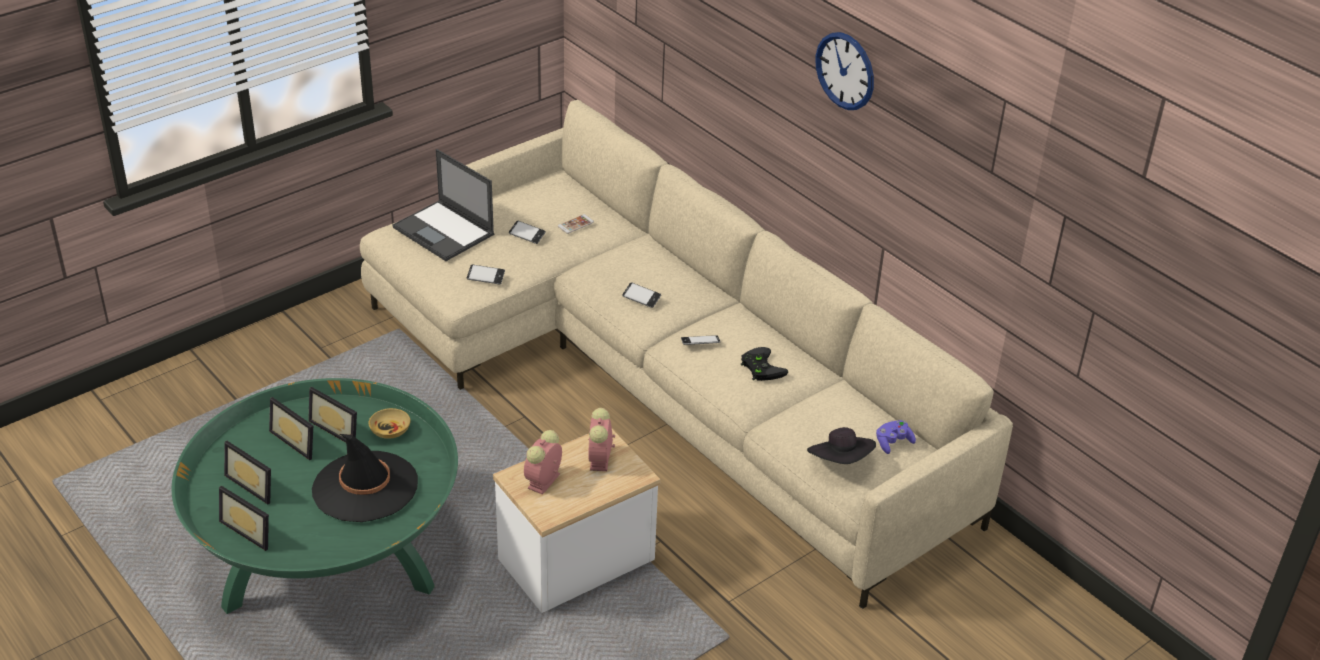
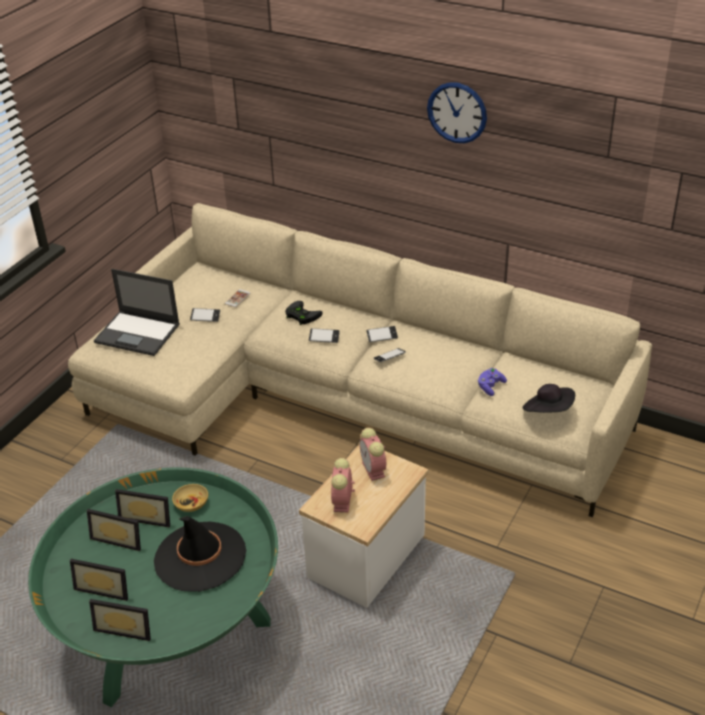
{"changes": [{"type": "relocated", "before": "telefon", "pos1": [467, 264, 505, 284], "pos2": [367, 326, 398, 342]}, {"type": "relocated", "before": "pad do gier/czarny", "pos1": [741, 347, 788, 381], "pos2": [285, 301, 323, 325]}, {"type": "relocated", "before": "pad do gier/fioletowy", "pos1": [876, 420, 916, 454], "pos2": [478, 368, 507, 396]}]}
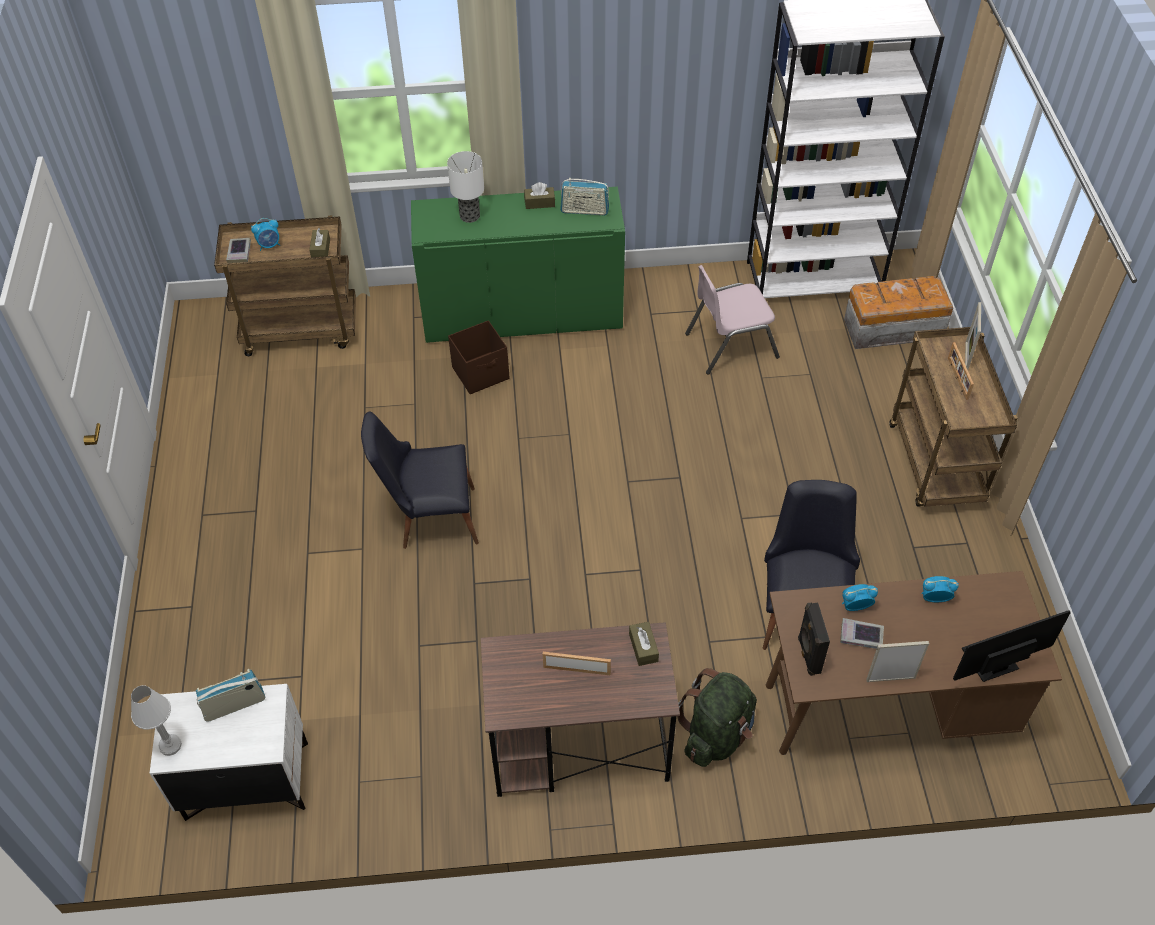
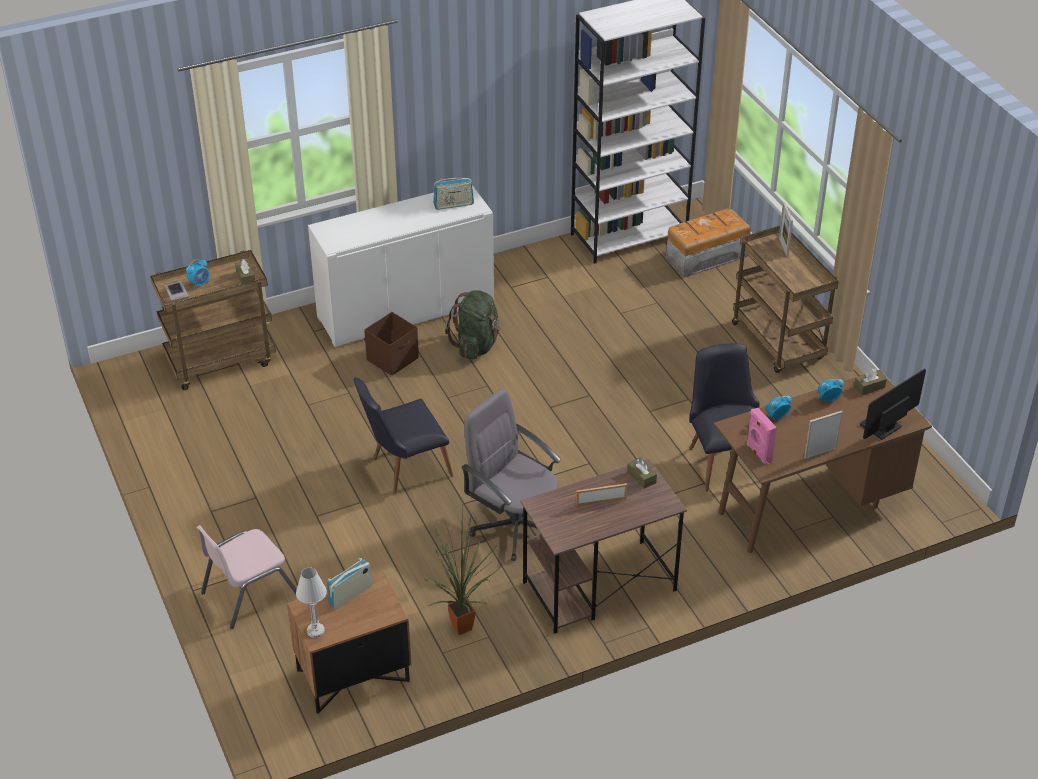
{"changes": [{"type": "missing", "before": "lampa stołowa", "pos1": [447, 151, 484, 223]}, {"type": "relocated", "before": "pudełko chusteczek/brązowy", "pos1": [524, 182, 555, 209], "pos2": [854, 369, 887, 395]}, {"type": "colour", "before": "szafka/zielony", "after": "szafka/biały", "pos1": [411, 187, 625, 343], "pos2": [308, 185, 494, 347]}, {"type": "relocated", "before": "krzesło/różowy", "pos1": [685, 265, 780, 374], "pos2": [197, 525, 297, 629]}, {"type": "missing", "before": "ramka na zdjęcie", "pos1": [948, 342, 974, 400]}, {"type": "colour", "before": "głośnik/czarny", "after": "głośnik/różowy", "pos1": [798, 602, 830, 676], "pos2": [747, 408, 777, 465]}, {"type": "missing", "before": "książka", "pos1": [840, 618, 884, 649]}, {"type": "relocated", "before": "plecak/zielony", "pos1": [677, 668, 757, 767], "pos2": [445, 290, 501, 359]}, {"type": "colour", "before": "szafka nocna/biały", "after": "szafka nocna/brązowy", "pos1": [150, 684, 308, 821], "pos2": [287, 572, 411, 714]}, {"type": "appeared", "after": "krzesło biurowe/szary", "pos2": [461, 389, 561, 561]}, {"type": "appeared", "after": "roślina doniczkowa", "pos2": [424, 503, 502, 635]}]}
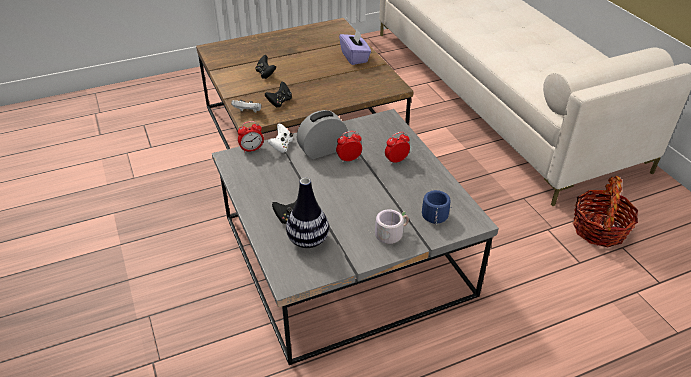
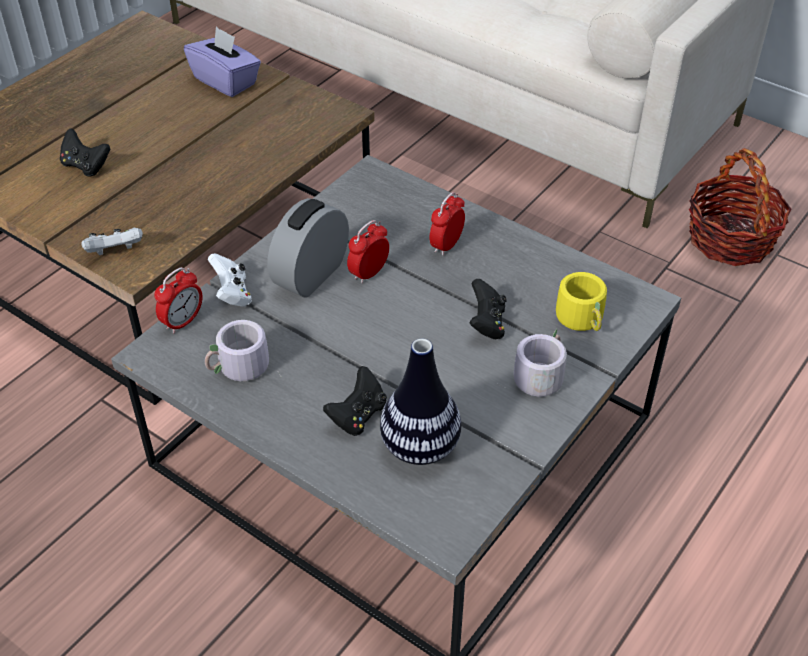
{"changes": [{"type": "relocated", "before": "pad do gier/czarny", "pos1": [265, 82, 292, 107], "pos2": [470, 279, 506, 339]}, {"type": "colour", "before": "kubek/niebieski", "after": "kubek/żółty", "pos1": [422, 190, 450, 225], "pos2": [556, 272, 607, 331]}, {"type": "appeared", "after": "kubek/szary", "pos2": [205, 320, 282, 381]}]}
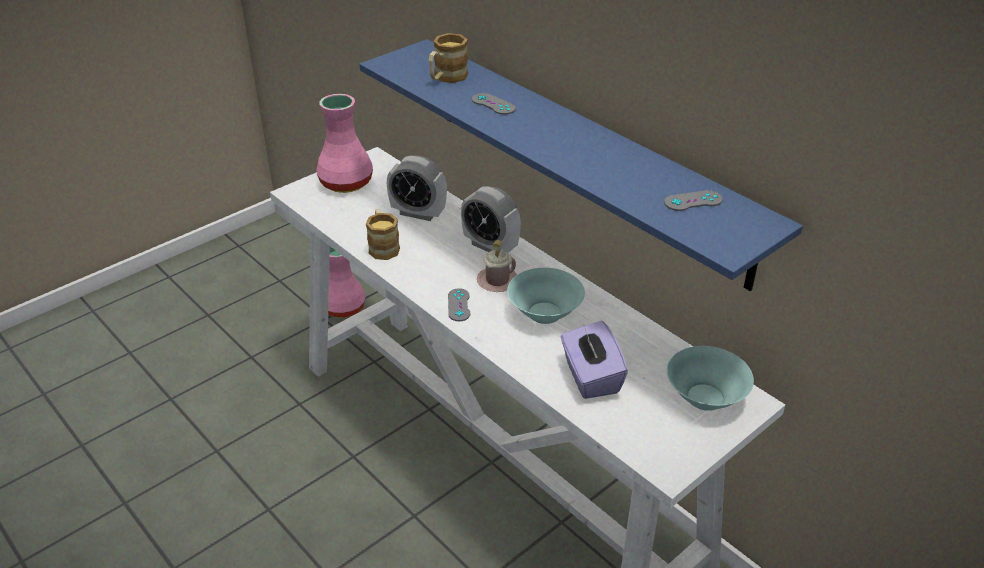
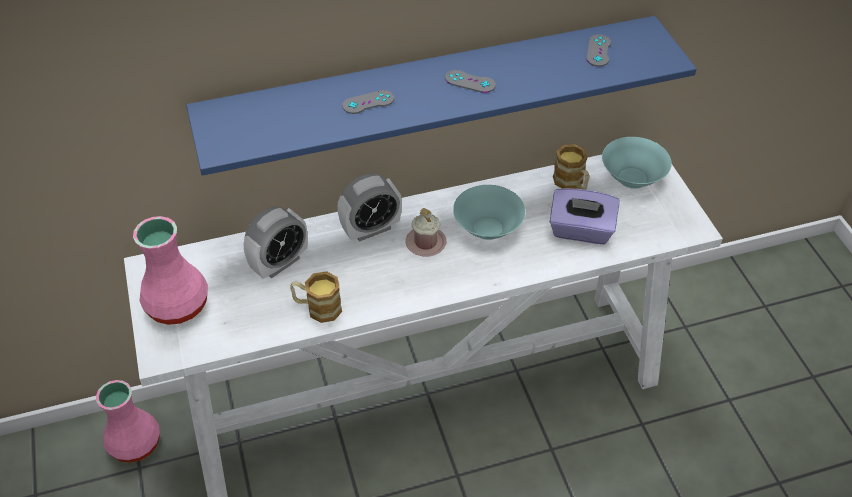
{"changes": [{"type": "relocated", "before": "kubek", "pos1": [429, 33, 468, 83], "pos2": [553, 144, 589, 190]}, {"type": "relocated", "before": "pad do gier/szary", "pos1": [448, 288, 471, 321], "pos2": [445, 70, 496, 93]}]}
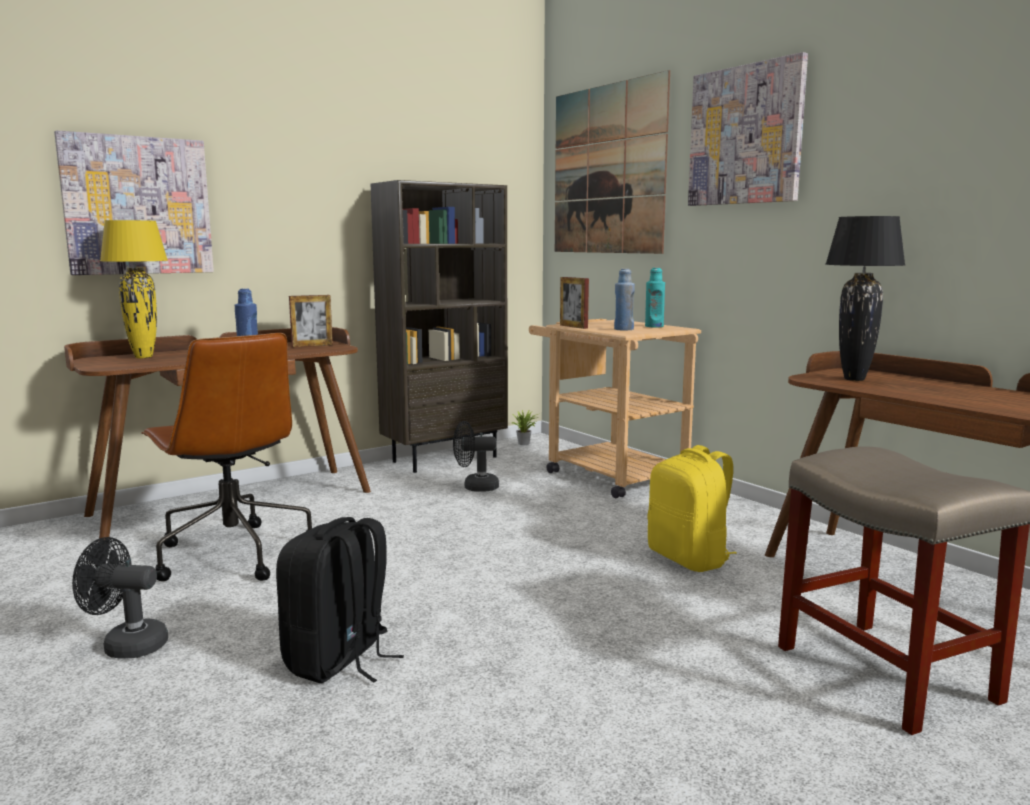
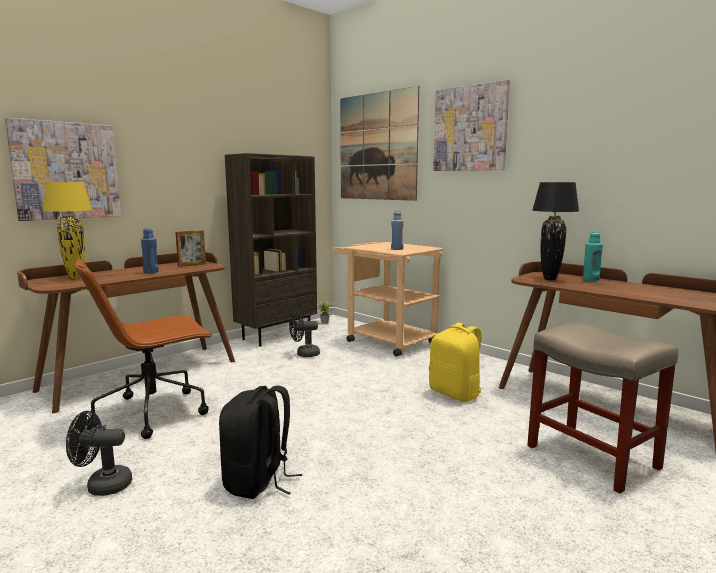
{"changes": [{"type": "relocated", "before": "butelka/turkusowy", "pos1": [645, 268, 665, 328], "pos2": [583, 232, 603, 281]}, {"type": "missing", "before": "ramka na zdjęcie", "pos1": [560, 277, 589, 329]}, {"type": "spun", "before": "krzesło biurowe/brązowy", "pos1": [141, 333, 312, 581], "pos2": [75, 260, 213, 439], "turn": 105}]}
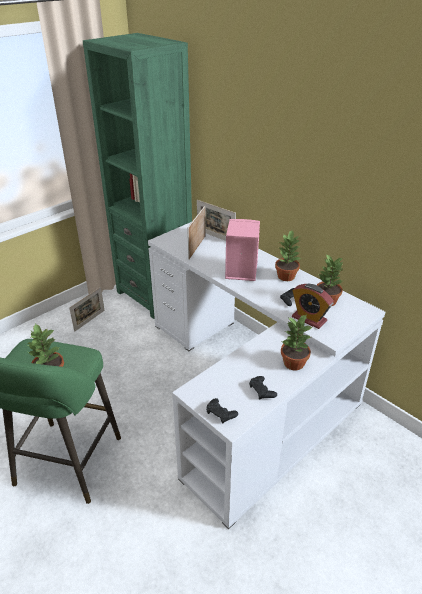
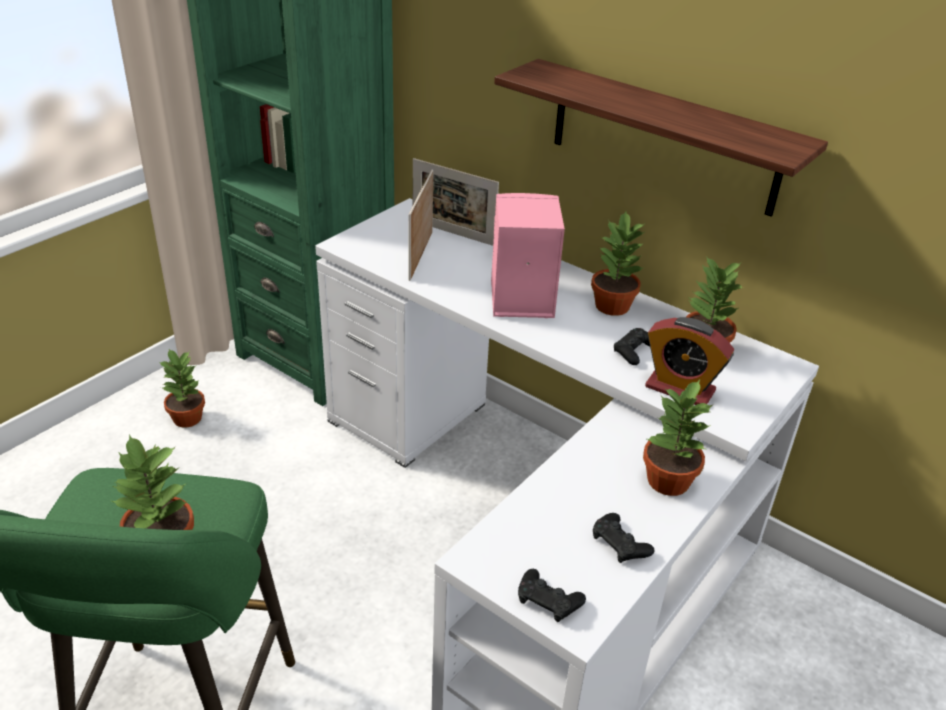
{"changes": [{"type": "exchanged", "before": "ramka na zdjęcie", "after": "roślina doniczkowa", "pos1": [69, 287, 105, 332], "pos2": [158, 349, 205, 428]}, {"type": "appeared", "after": "półka", "pos2": [494, 59, 828, 217]}]}
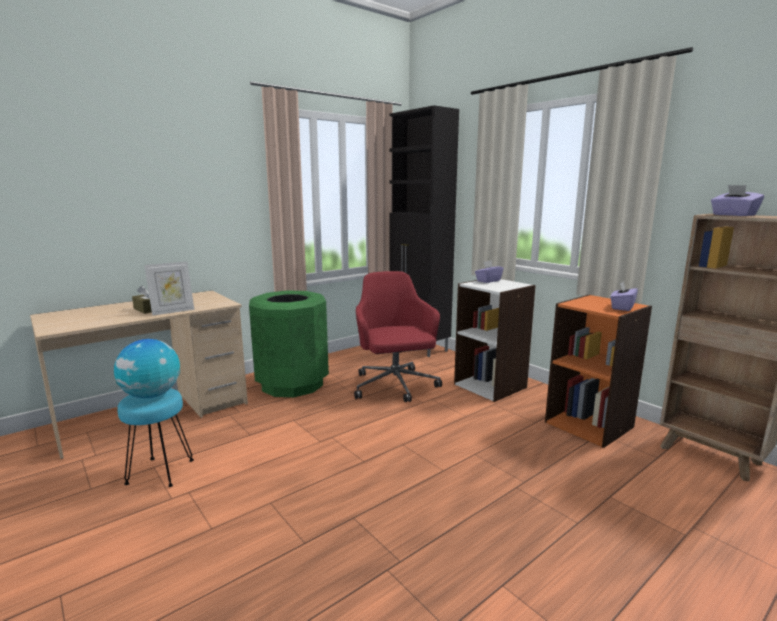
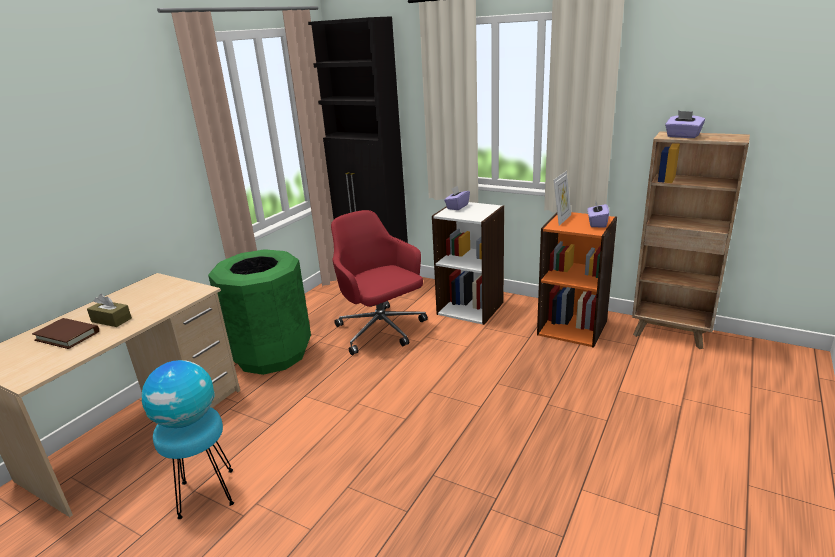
{"changes": [{"type": "relocated", "before": "ramka na zdjęcie", "pos1": [144, 261, 194, 316], "pos2": [554, 171, 571, 226]}, {"type": "appeared", "after": "książka/brązowy", "pos2": [32, 318, 99, 349]}]}
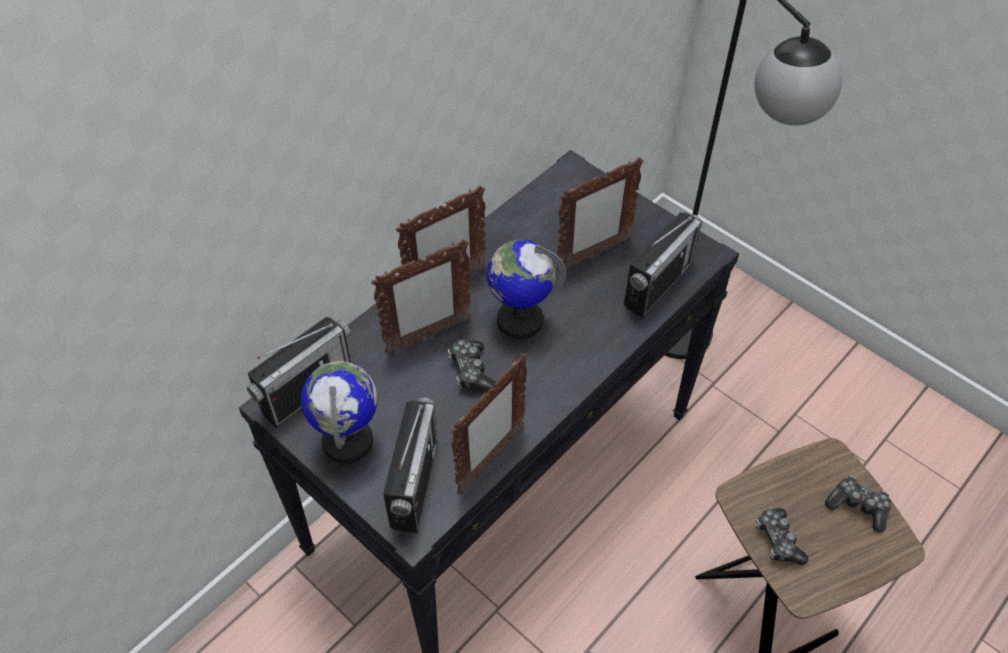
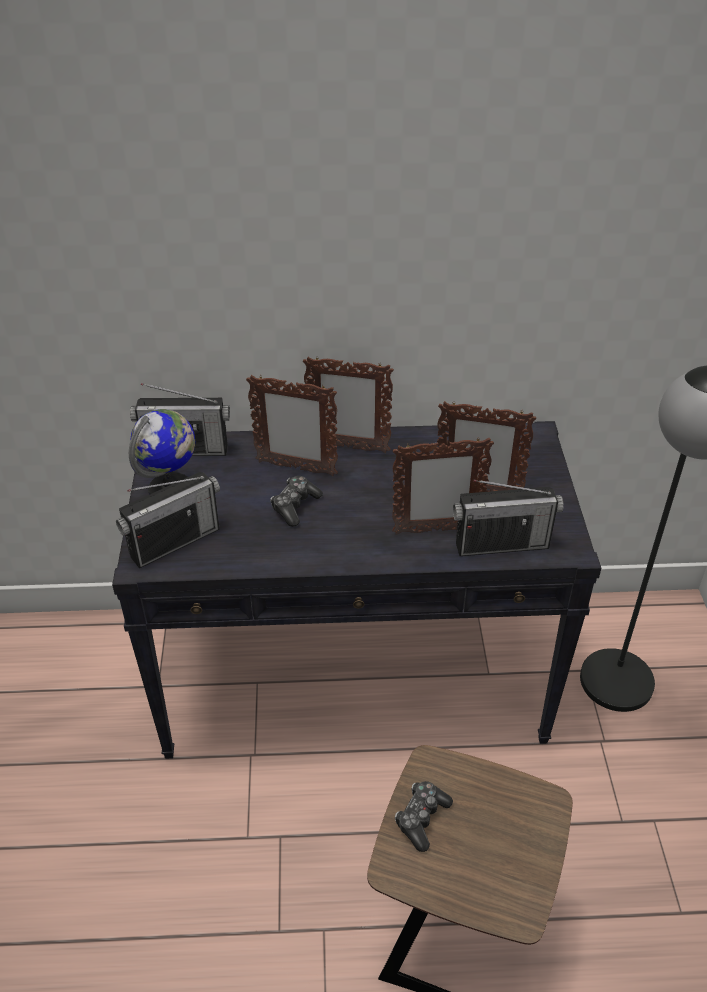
{"changes": [{"type": "missing", "before": "globus", "pos1": [487, 240, 566, 339]}, {"type": "relocated", "before": "ramka na zdjęcie", "pos1": [450, 353, 528, 495], "pos2": [392, 438, 494, 535]}, {"type": "missing", "before": "pad do gier", "pos1": [825, 476, 891, 533]}]}
